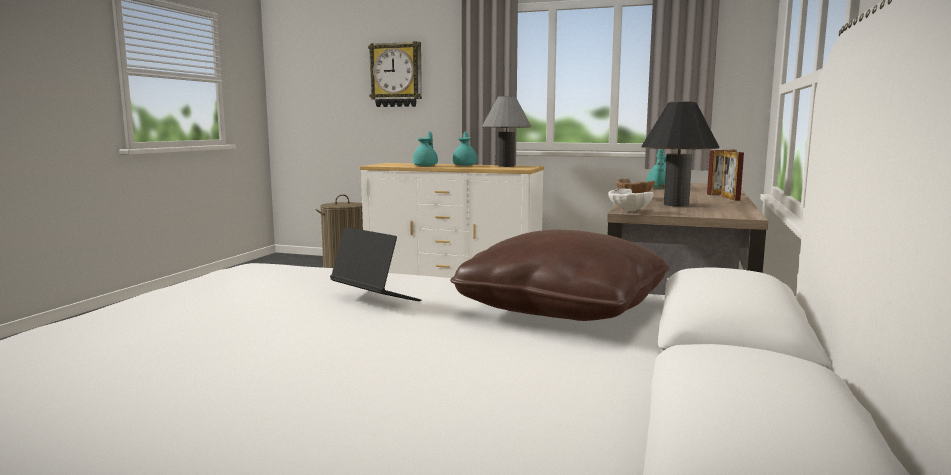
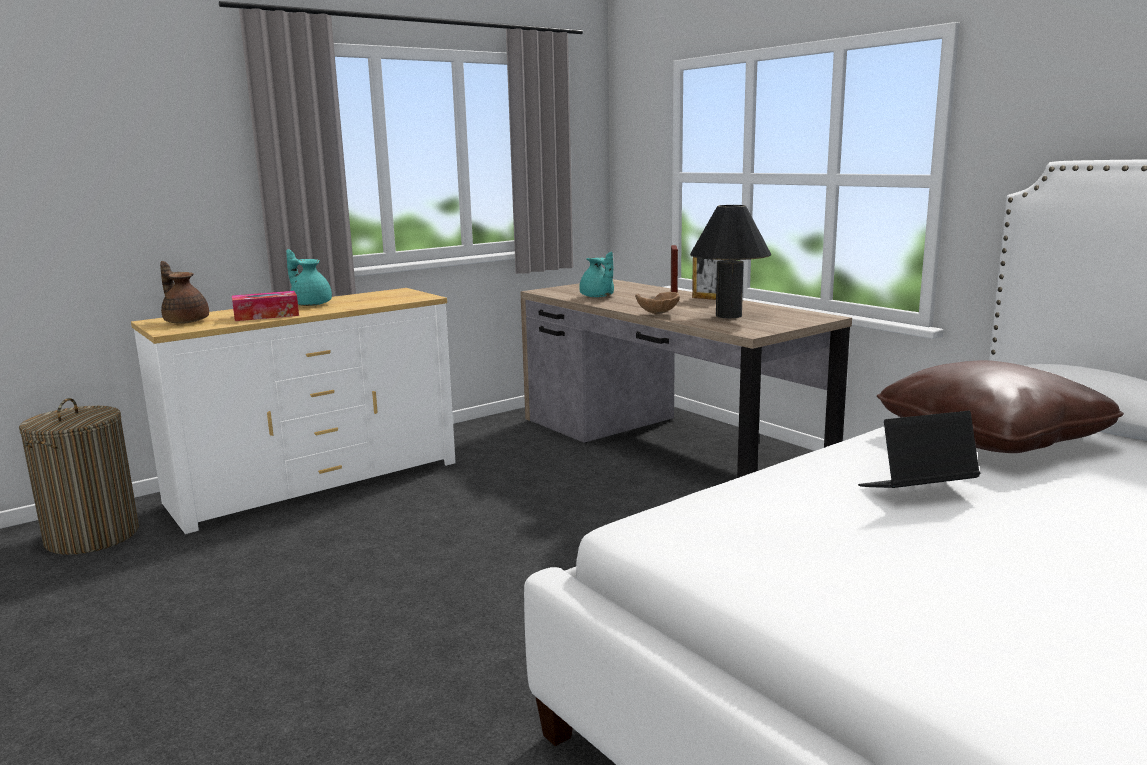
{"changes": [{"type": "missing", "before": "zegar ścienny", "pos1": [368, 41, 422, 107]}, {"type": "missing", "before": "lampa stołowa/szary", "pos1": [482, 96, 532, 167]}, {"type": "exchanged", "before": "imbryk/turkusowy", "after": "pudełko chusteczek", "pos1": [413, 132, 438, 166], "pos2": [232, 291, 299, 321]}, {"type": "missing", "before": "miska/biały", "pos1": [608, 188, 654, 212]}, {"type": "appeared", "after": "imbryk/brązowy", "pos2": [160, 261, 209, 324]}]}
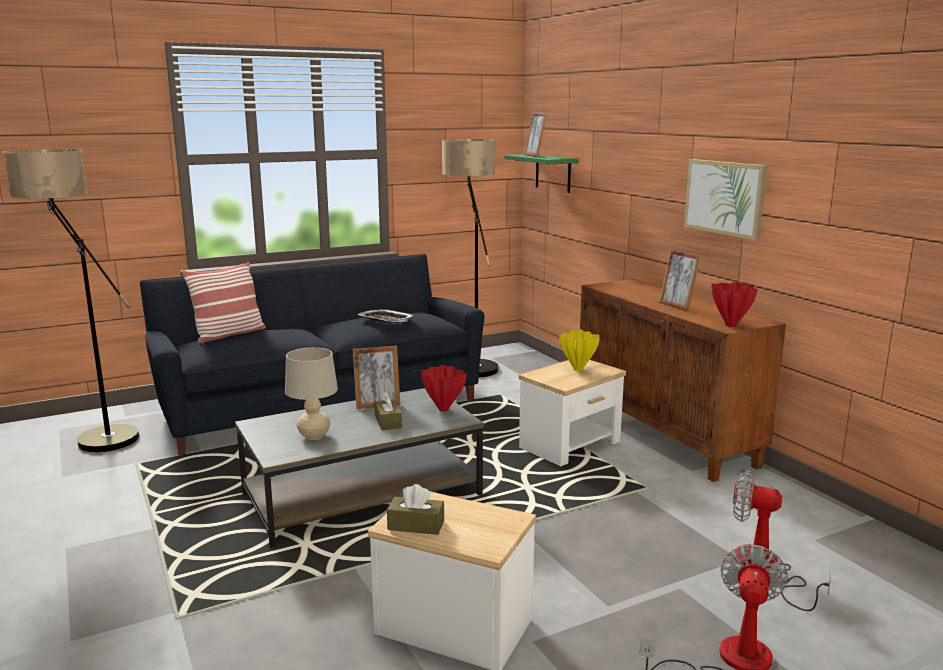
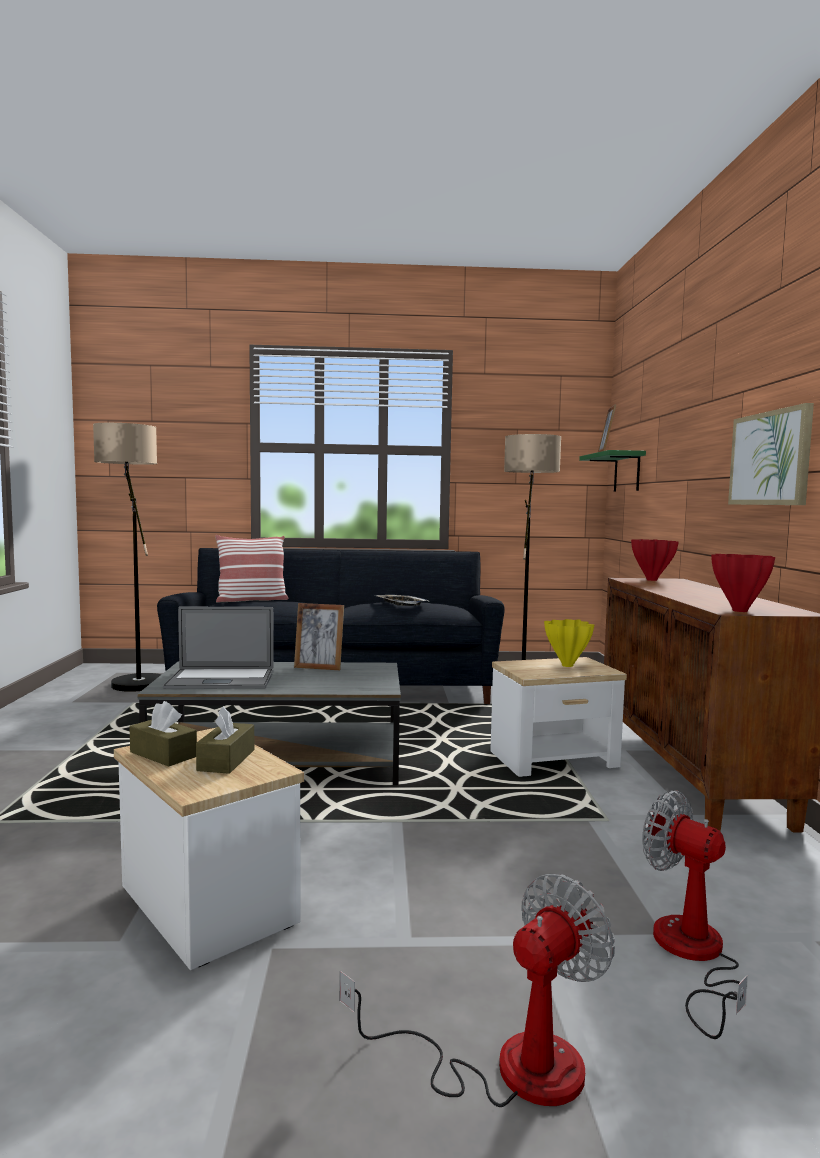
{"changes": [{"type": "missing", "before": "ramka na zdjęcie", "pos1": [659, 249, 702, 312]}, {"type": "exchanged", "before": "lampa stołowa/beżowy", "after": "laptop", "pos1": [285, 347, 338, 440], "pos2": [163, 606, 274, 689]}, {"type": "relocated", "before": "wazon/czerwony", "pos1": [421, 365, 467, 412], "pos2": [631, 539, 679, 581]}, {"type": "relocated", "before": "pudełko chusteczek/brązowy", "pos1": [374, 392, 402, 430], "pos2": [196, 706, 254, 774]}]}
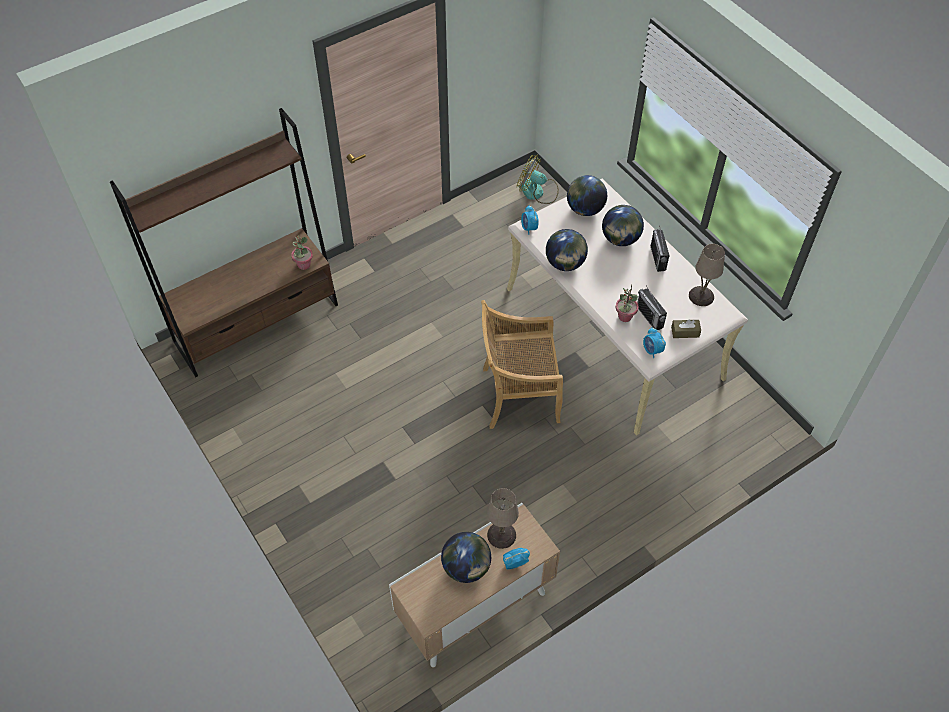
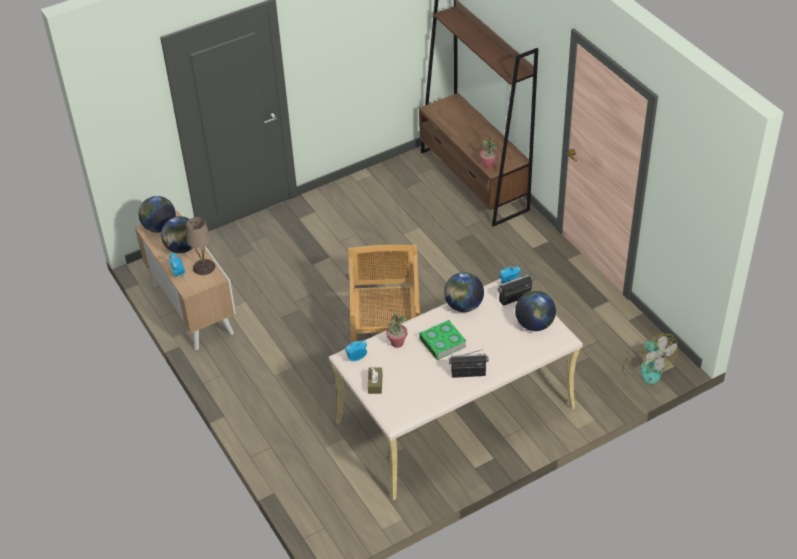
{"changes": [{"type": "spun", "before": "wentylator", "pos1": [517, 155, 559, 204], "pos2": [622, 334, 678, 385], "turn": 120}, {"type": "relocated", "before": "globus", "pos1": [602, 205, 644, 246], "pos2": [139, 196, 176, 232]}, {"type": "missing", "before": "lampa stołowa/beżowy", "pos1": [689, 244, 725, 306]}, {"type": "relocated", "before": "radio", "pos1": [637, 285, 667, 330], "pos2": [498, 271, 533, 306]}, {"type": "appeared", "after": "książka", "pos2": [419, 320, 466, 360]}]}
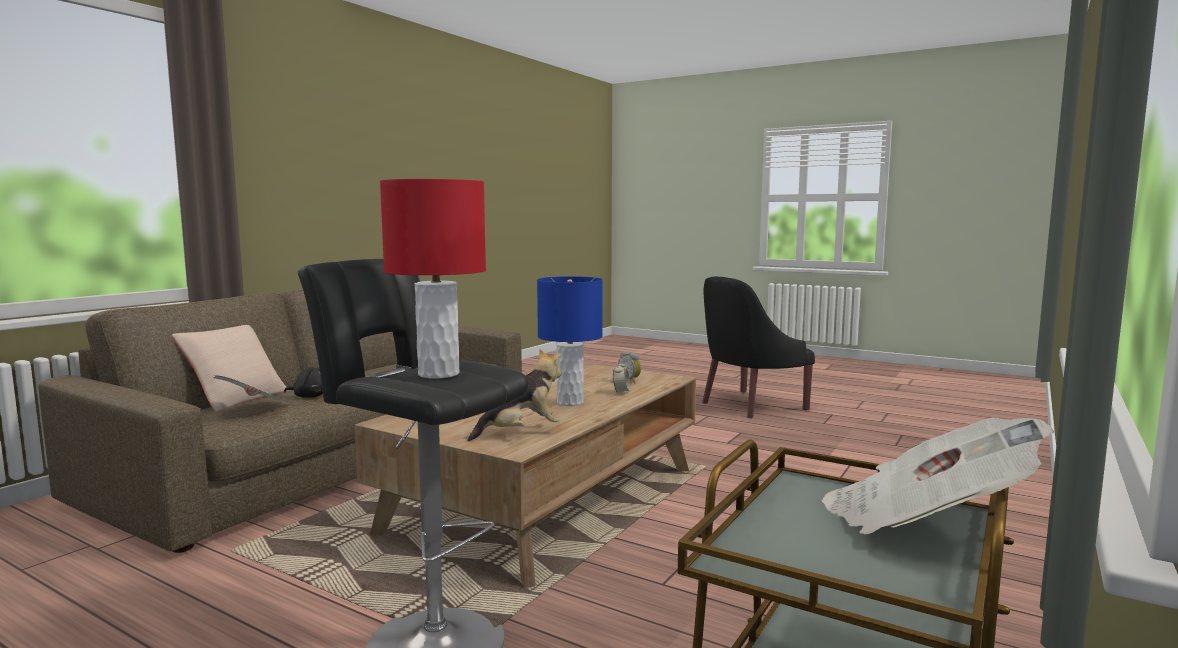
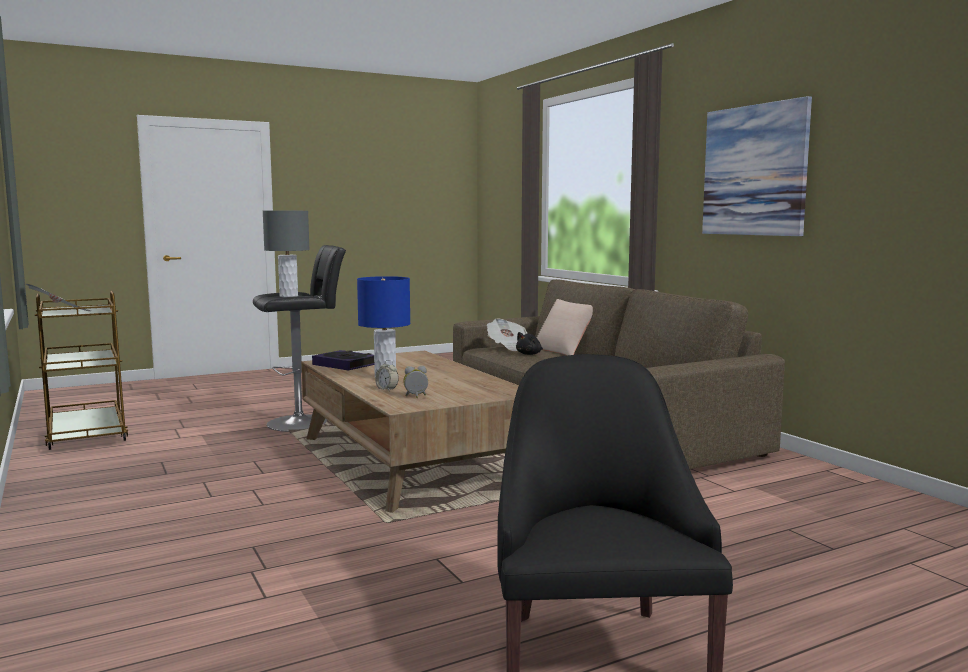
{"changes": [{"type": "colour", "before": "lampa stołowa/czerwony", "after": "lampa stołowa/szary", "pos1": [380, 179, 486, 378], "pos2": [263, 211, 310, 297]}, {"type": "exchanged", "before": "pluszak", "after": "książka", "pos1": [468, 349, 562, 442], "pos2": [312, 350, 374, 371]}, {"type": "appeared", "after": "obraz", "pos2": [702, 96, 812, 236]}]}
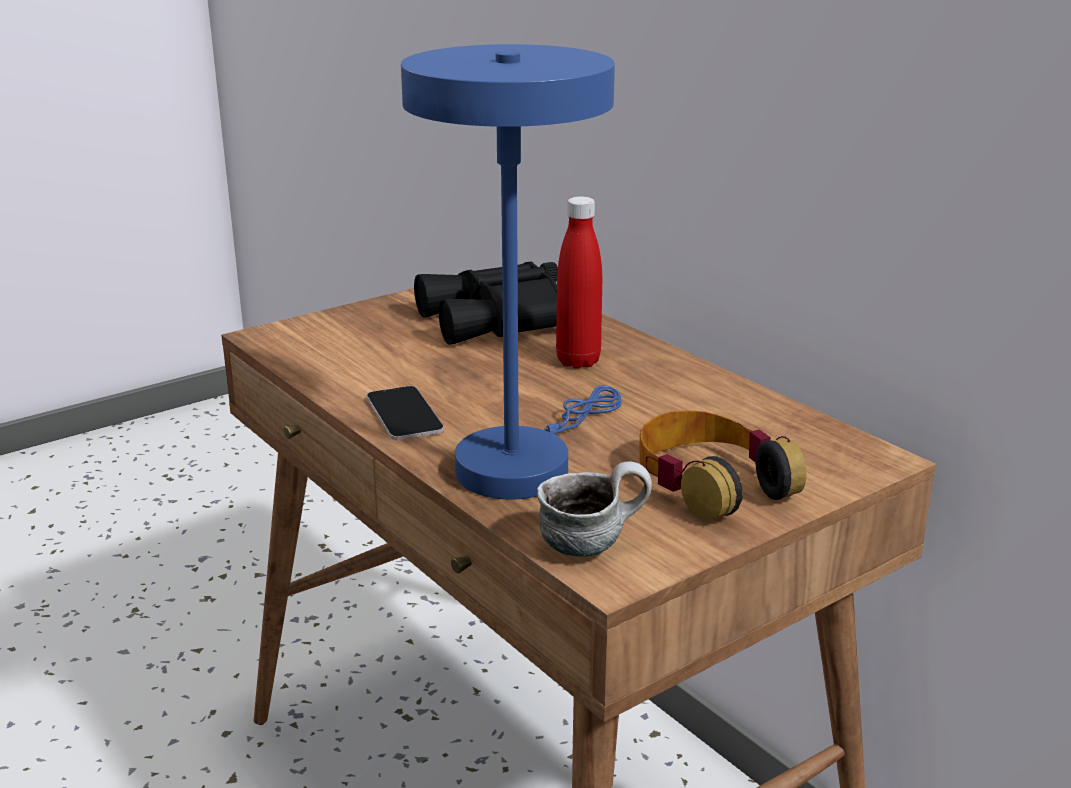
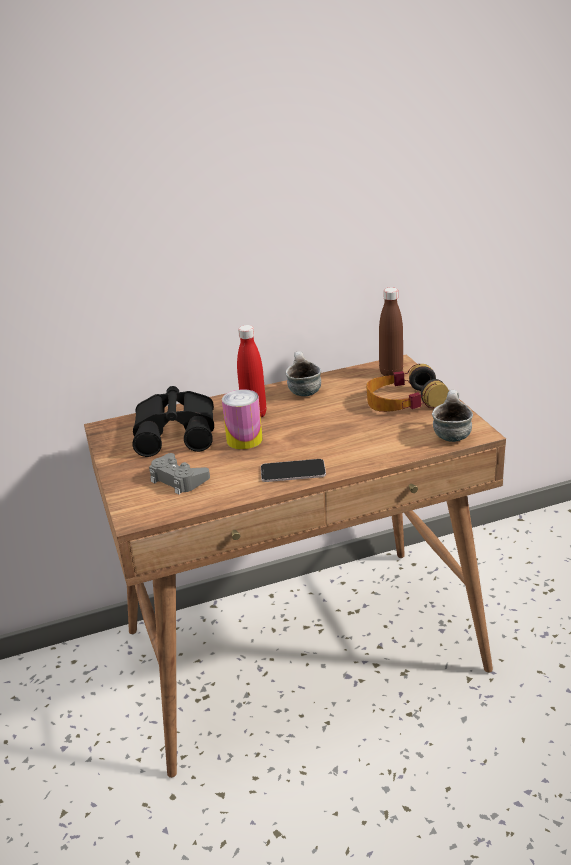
{"changes": [{"type": "missing", "before": "lampa stołowa/niebieski", "pos1": [401, 44, 622, 500]}, {"type": "appeared", "after": "butelka/brązowy", "pos2": [379, 287, 403, 376]}, {"type": "appeared", "after": "kubek", "pos2": [286, 351, 321, 396]}, {"type": "appeared", "after": "puszka", "pos2": [222, 389, 263, 450]}, {"type": "appeared", "after": "pad do gier/szary", "pos2": [149, 453, 210, 495]}]}
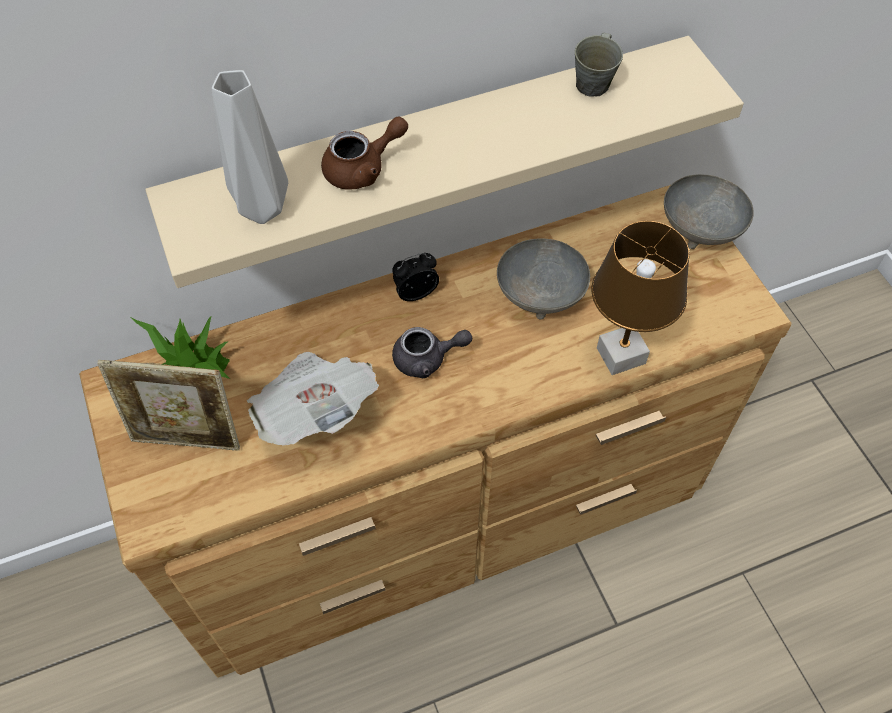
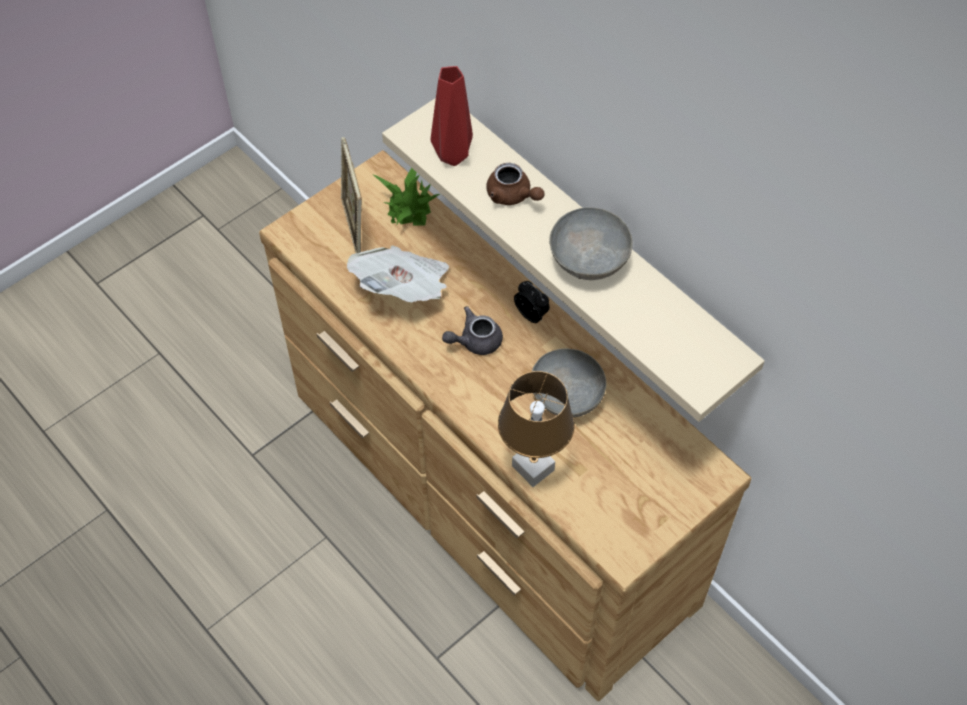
{"changes": [{"type": "missing", "before": "kubek/szary", "pos1": [575, 33, 623, 96]}, {"type": "colour", "before": "wazon/szary", "after": "wazon/czerwony", "pos1": [212, 70, 288, 224], "pos2": [431, 66, 473, 166]}, {"type": "relocated", "before": "miska/szary", "pos1": [664, 174, 754, 249], "pos2": [549, 207, 633, 280]}, {"type": "spun", "before": "imbryk/szary", "pos1": [392, 327, 472, 378], "pos2": [442, 306, 503, 355], "turn": 90}]}
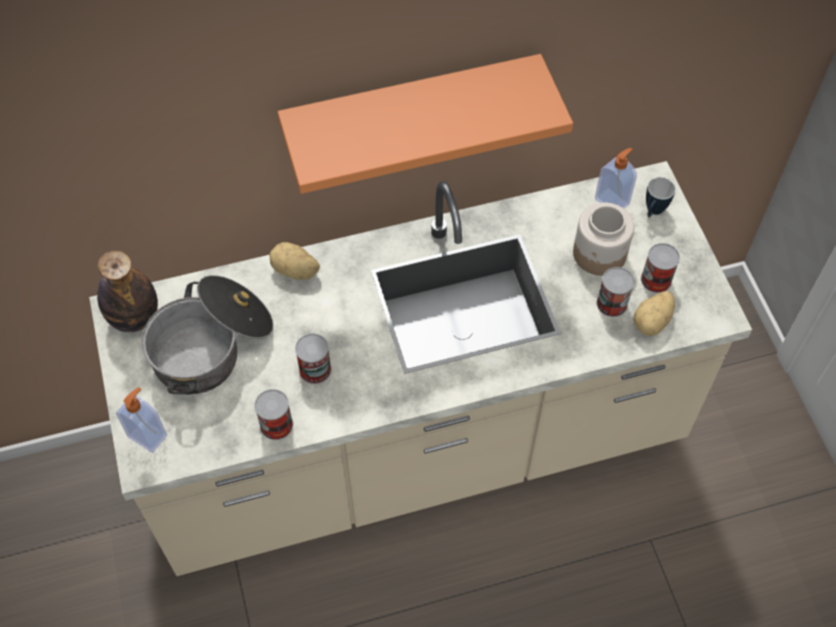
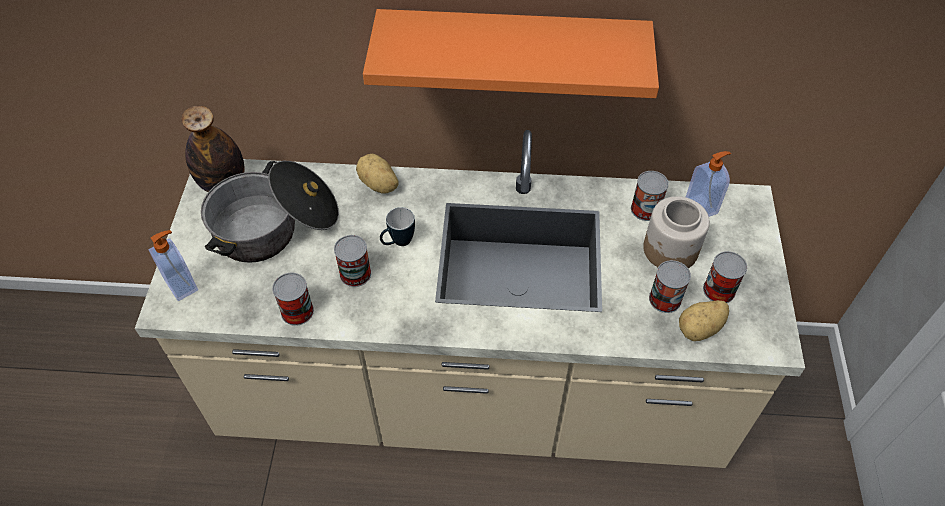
{"changes": [{"type": "relocated", "before": "kubek", "pos1": [646, 177, 675, 217], "pos2": [380, 207, 415, 246]}, {"type": "appeared", "after": "puszka", "pos2": [631, 171, 669, 221]}]}
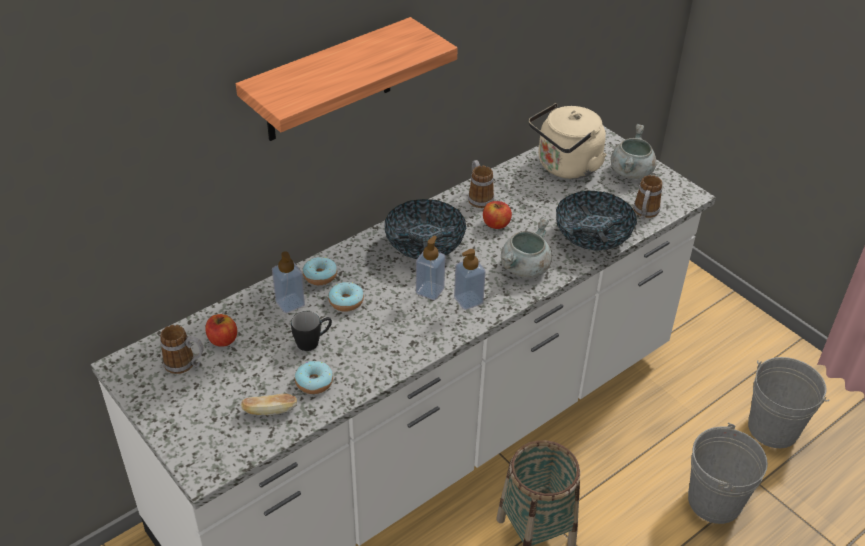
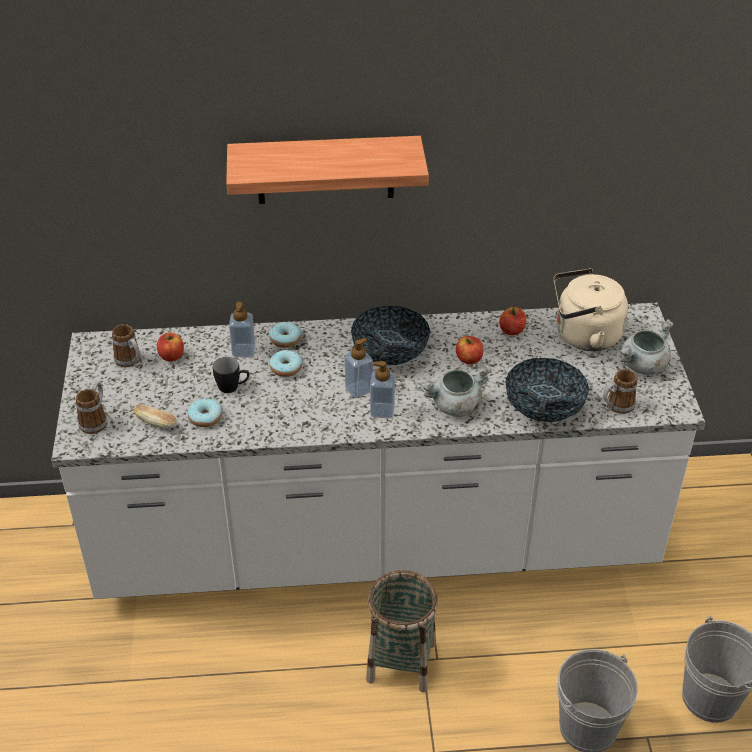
{"changes": [{"type": "relocated", "before": "kubek", "pos1": [468, 160, 494, 208], "pos2": [76, 381, 107, 434]}, {"type": "appeared", "after": "jabłko", "pos2": [499, 307, 526, 335]}]}
